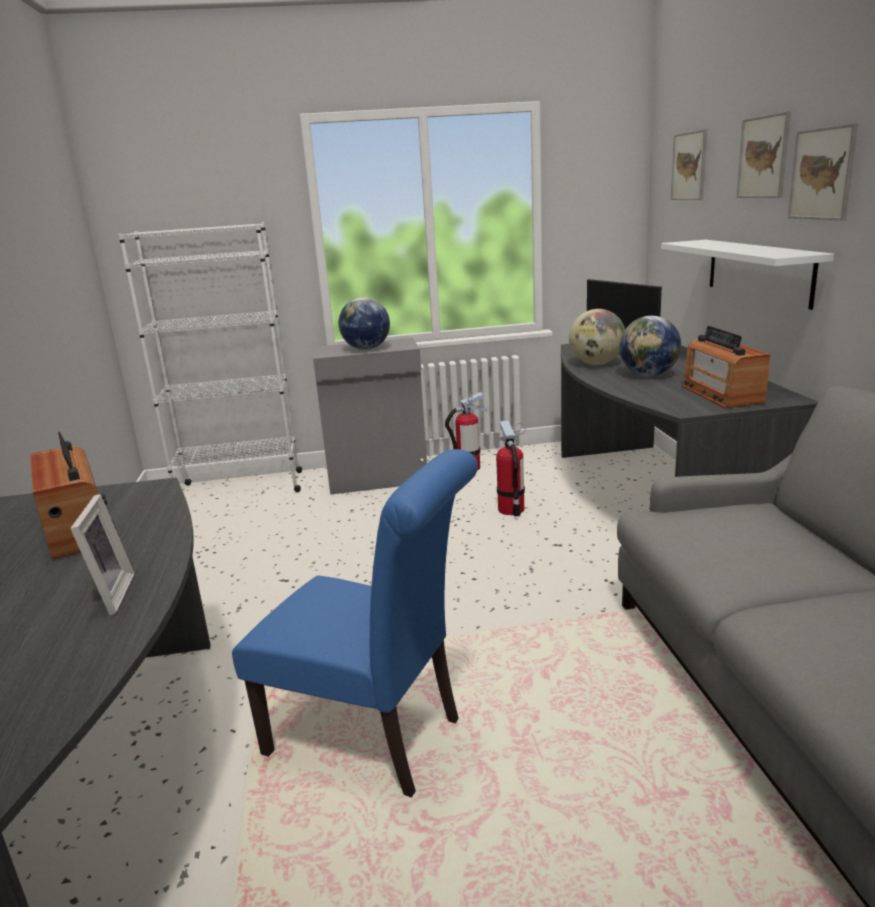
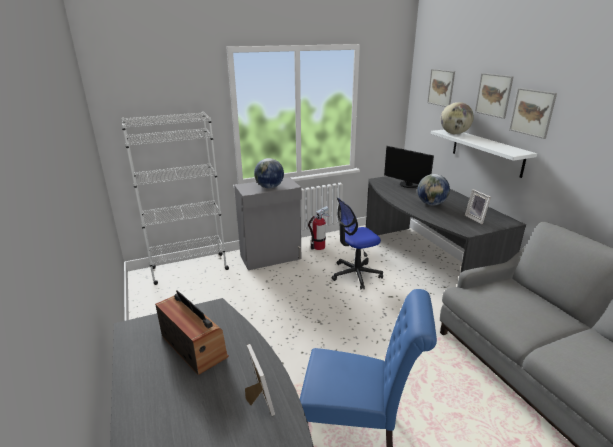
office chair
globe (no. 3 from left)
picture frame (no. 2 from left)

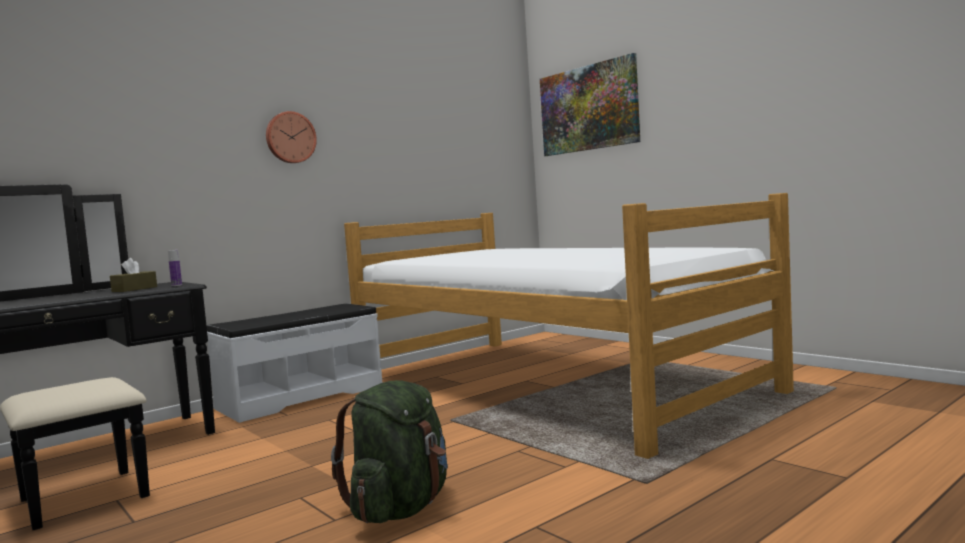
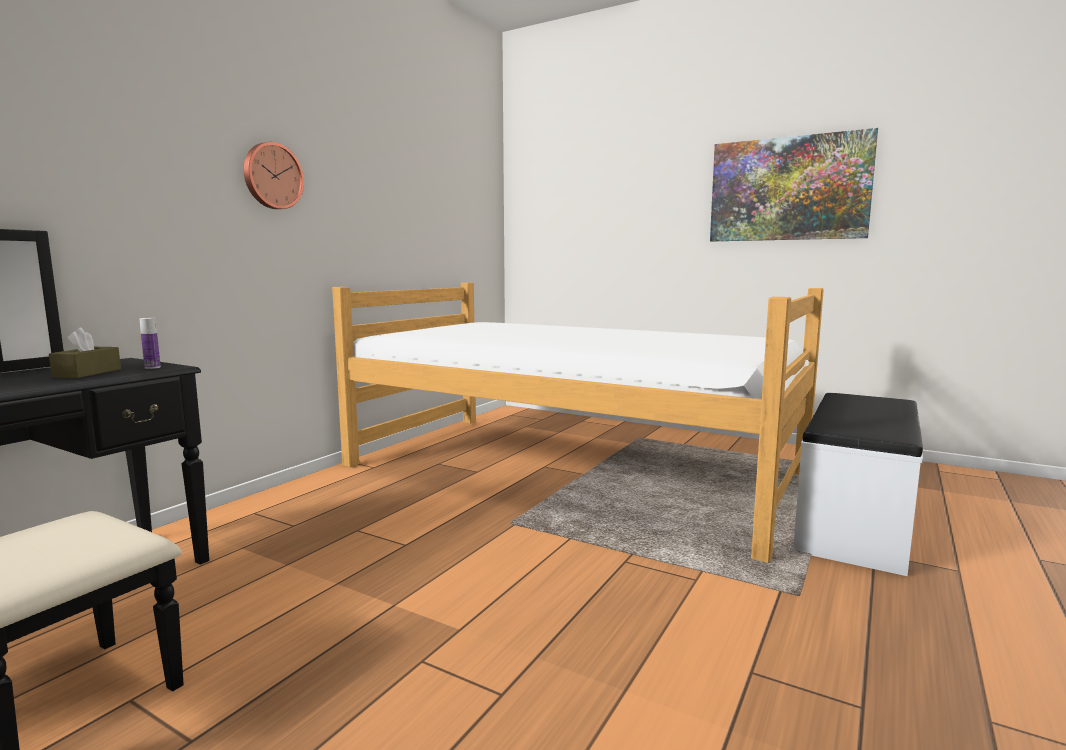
picture
white bench
green backpack

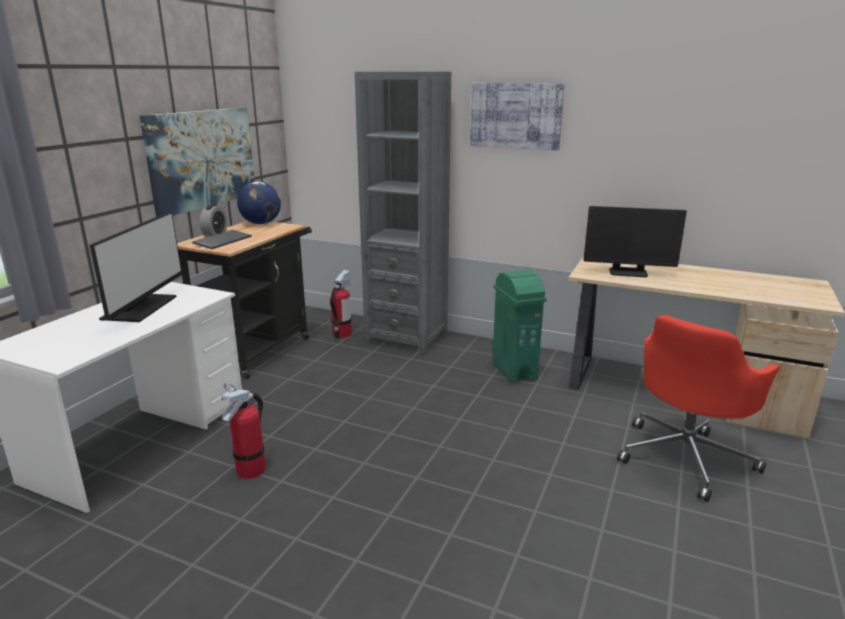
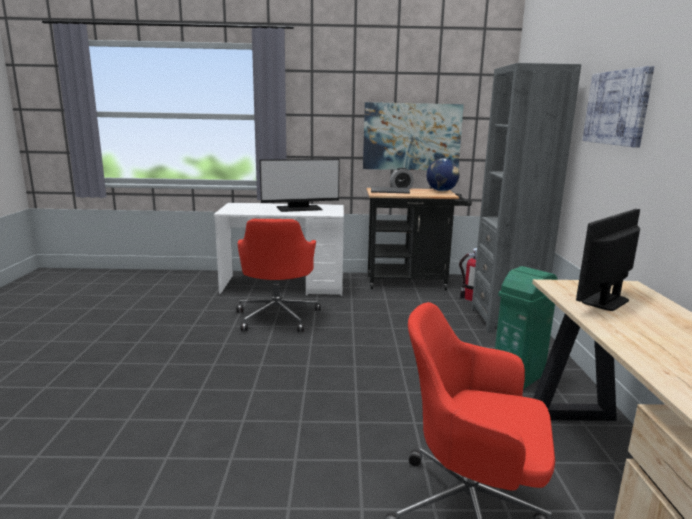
red office chair (no. 1 from left)
monitor (no. 2 from left)

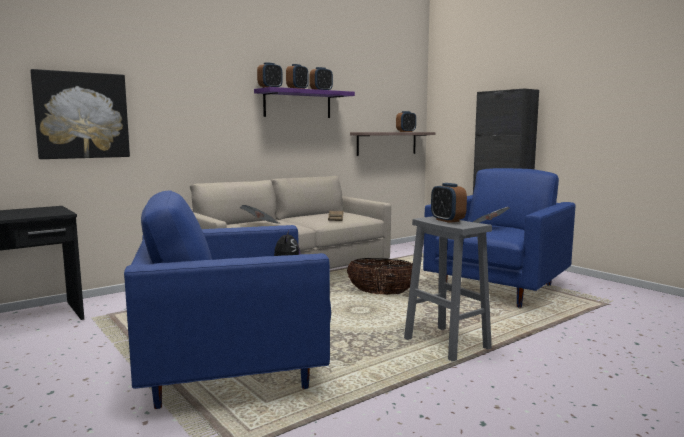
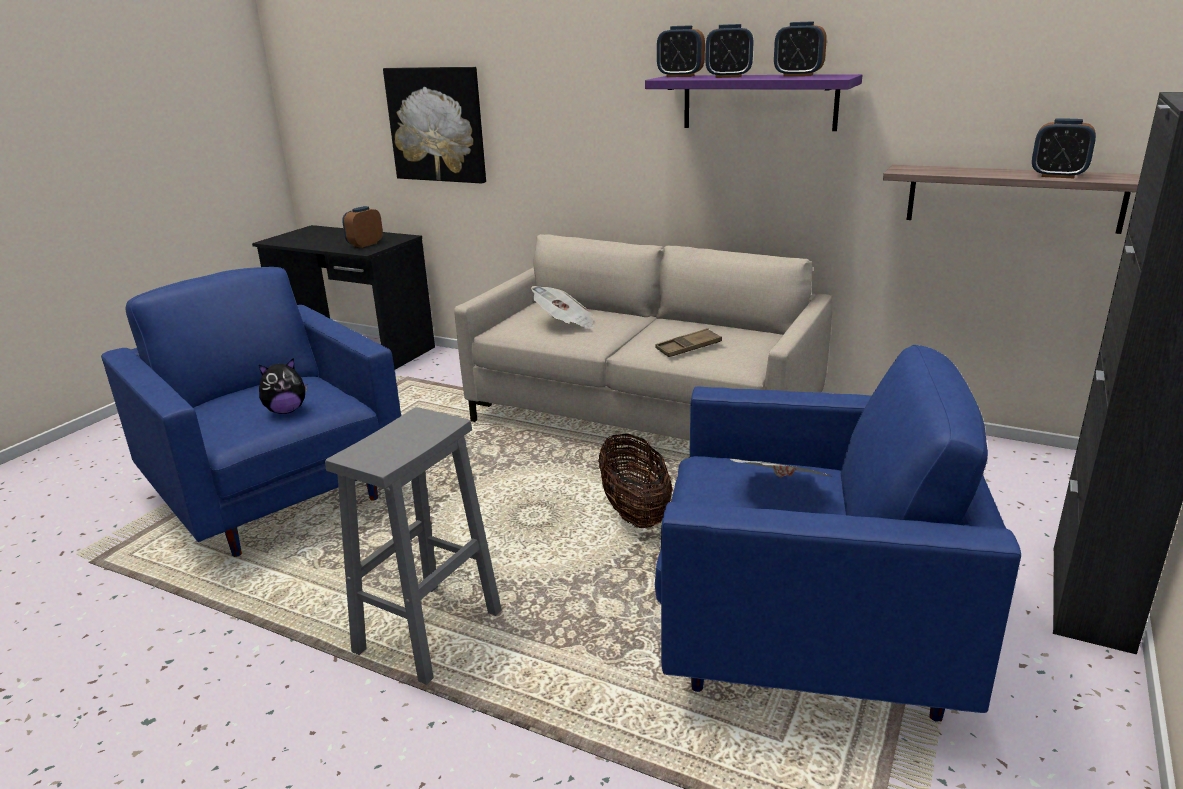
alarm clock (no. 1 from left)

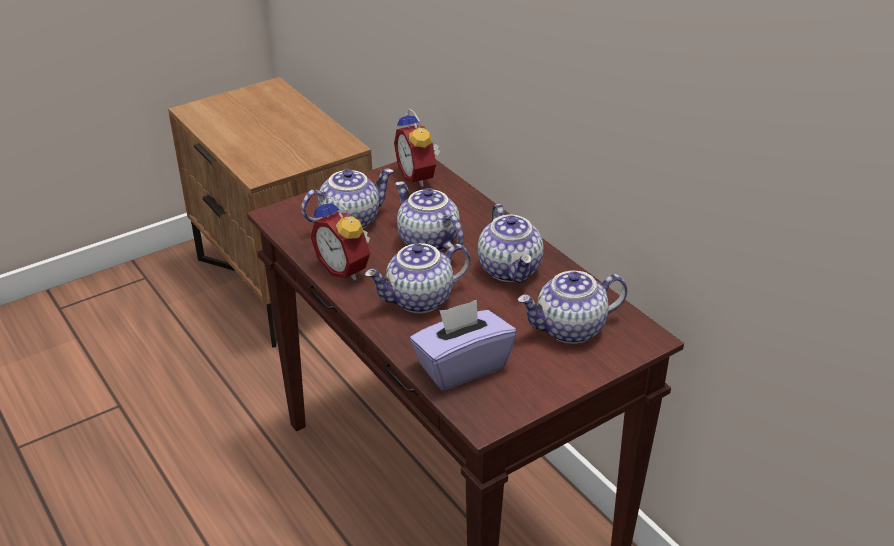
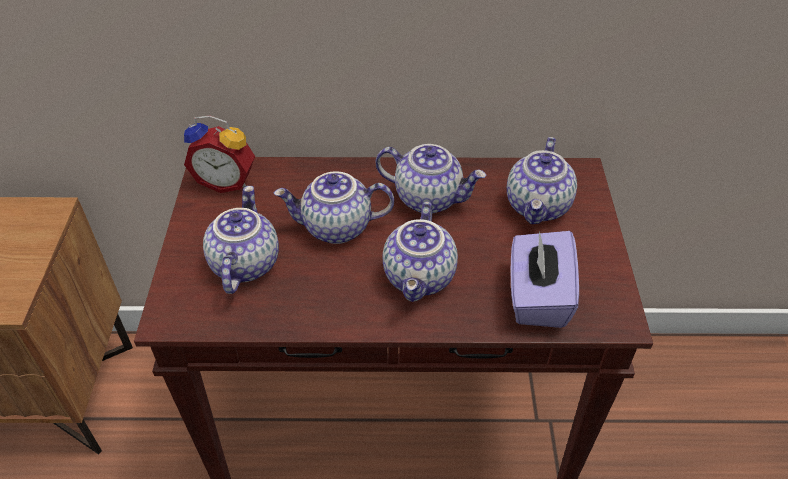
alarm clock (no. 1 from left in the first image)

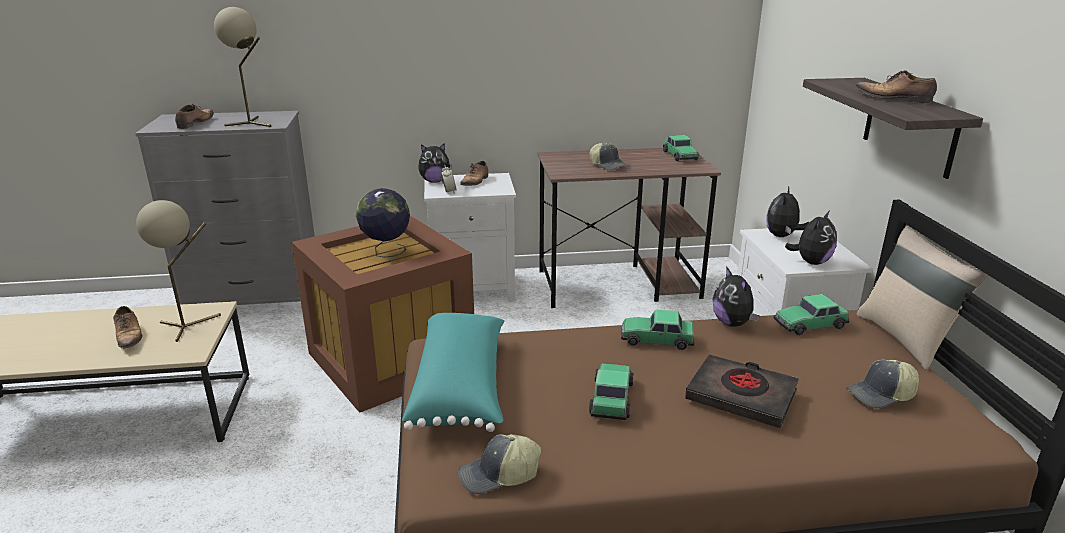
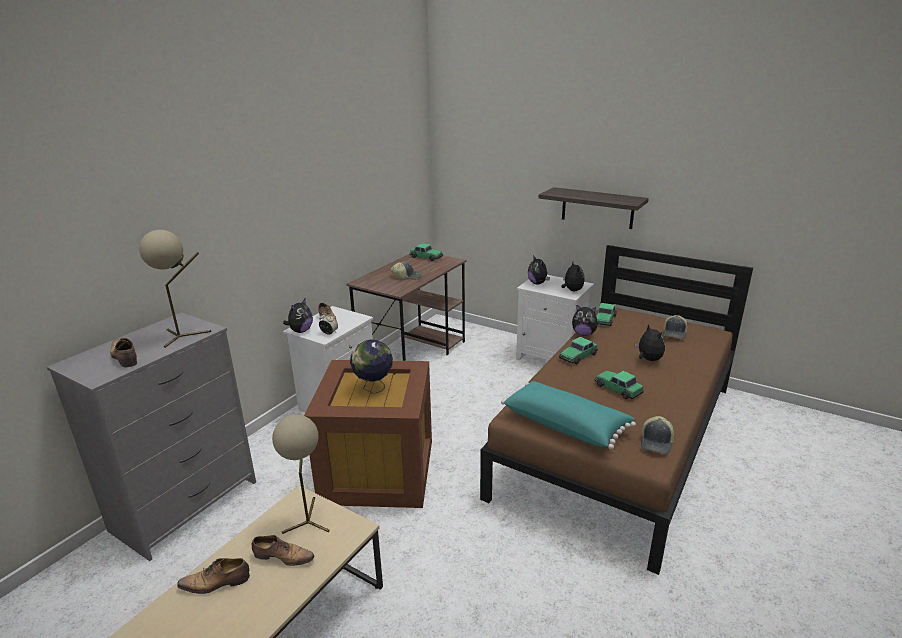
shoe (no. 2 from left)
plush toy (no. 5 from left)
beige pillow

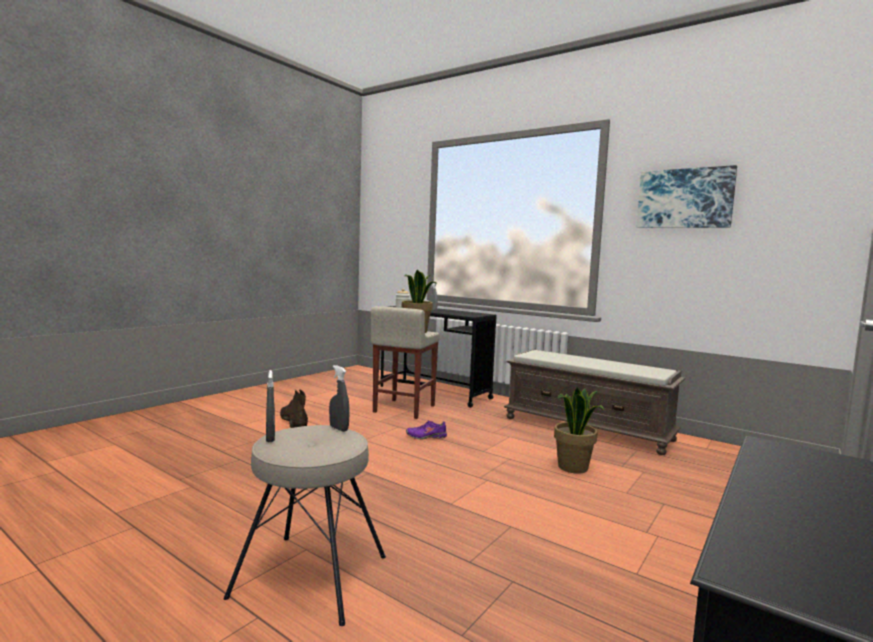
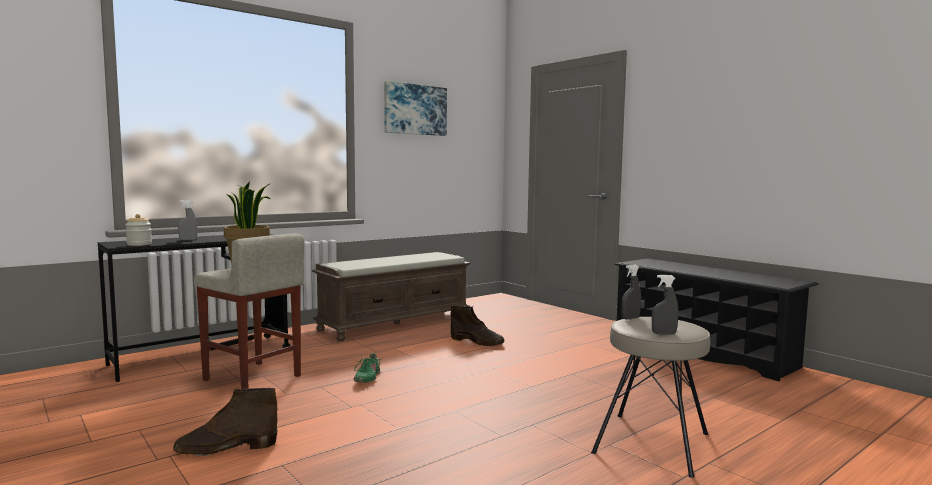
green shoe
brown boot (no. 2 from left)

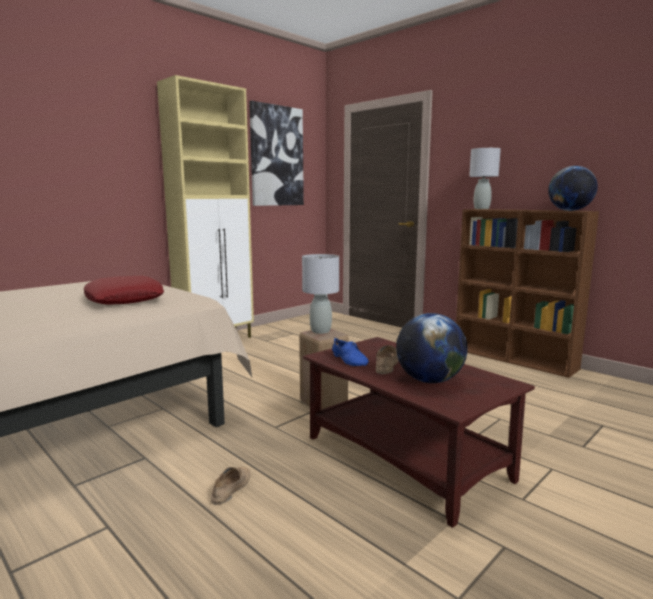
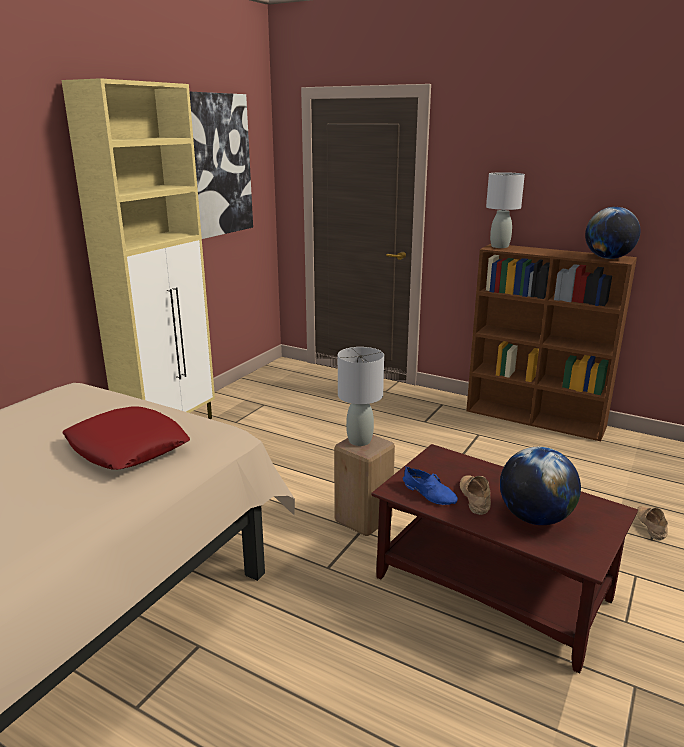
beige shoe (no. 2 from left)

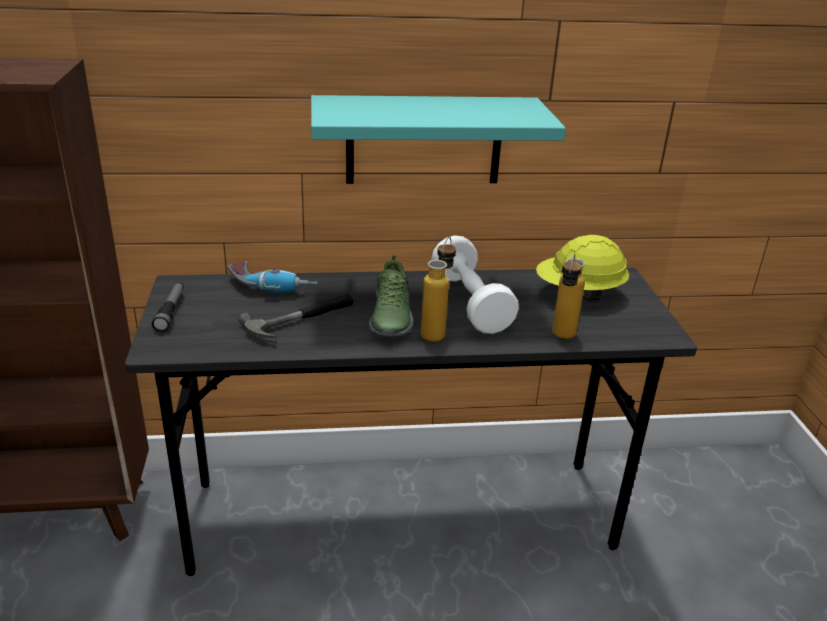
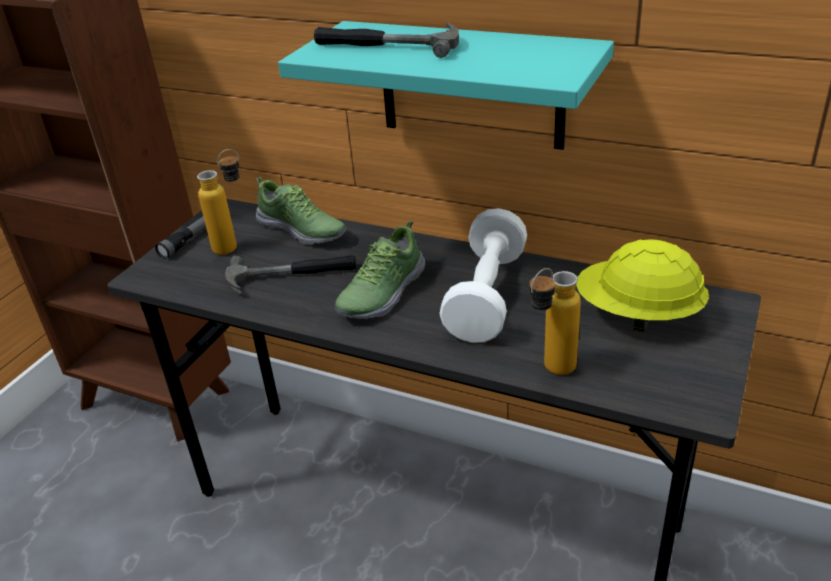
bottle (no. 1 from left)
shoe (no. 1 from left)
hammer (no. 2 from left)

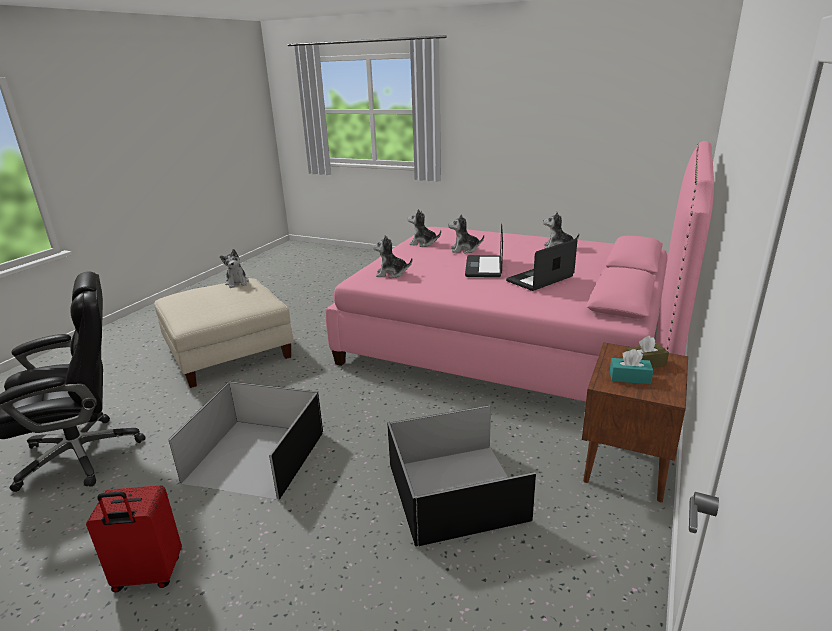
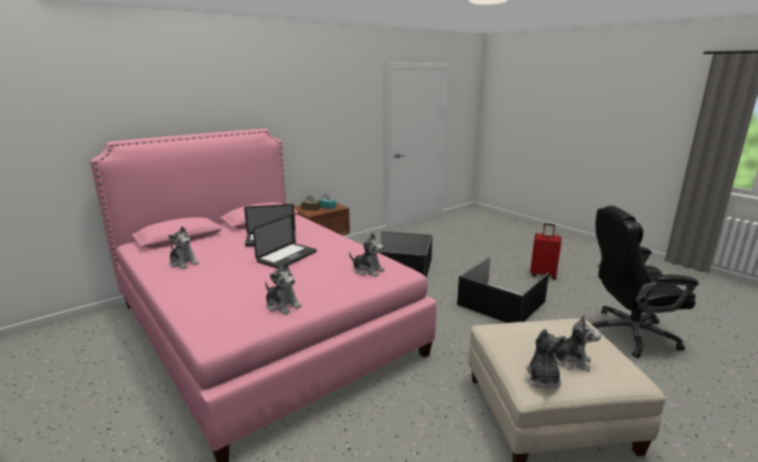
plush toy (no. 5 from left)

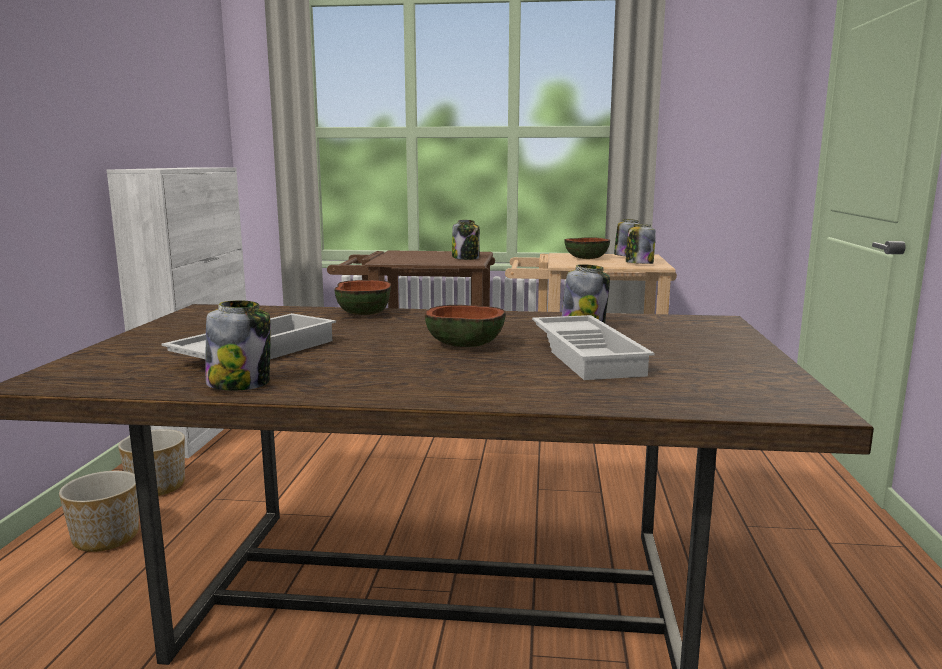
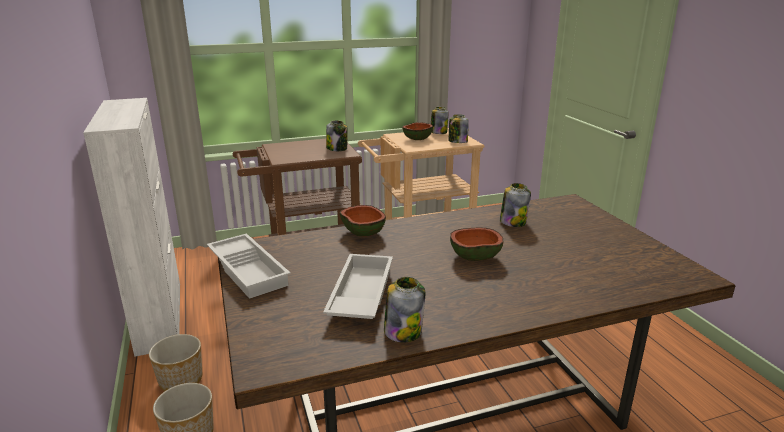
white tray (no. 1 from left)

